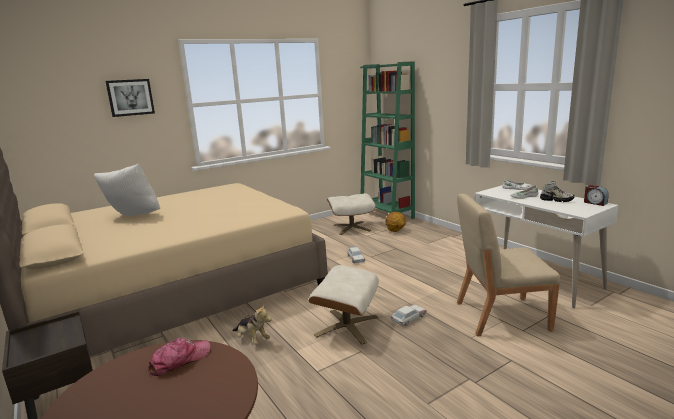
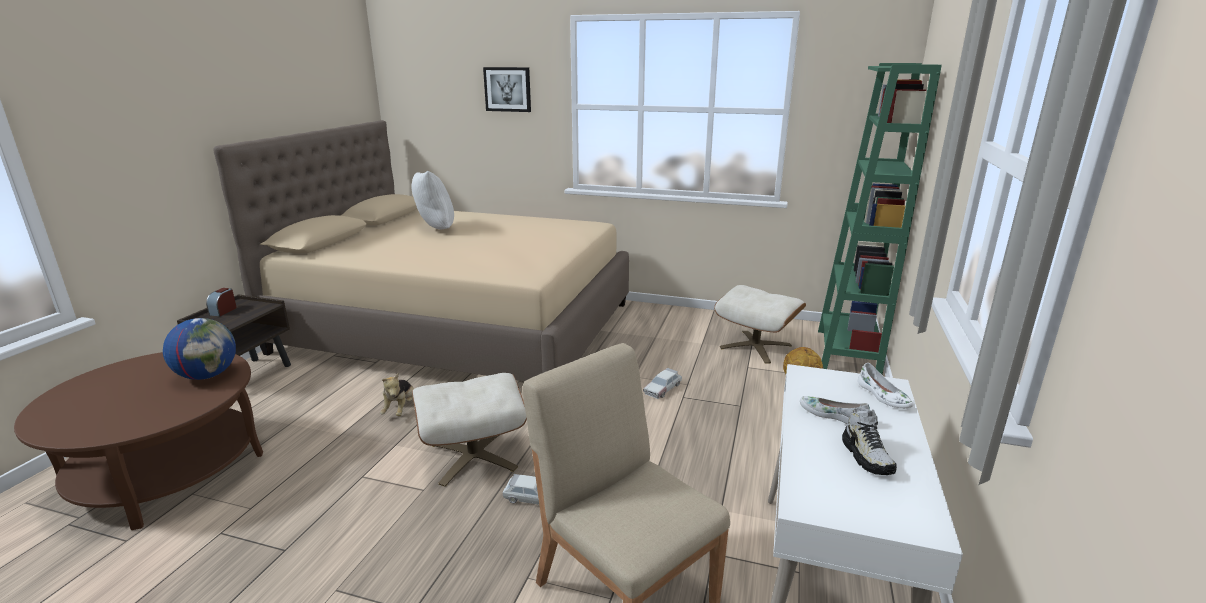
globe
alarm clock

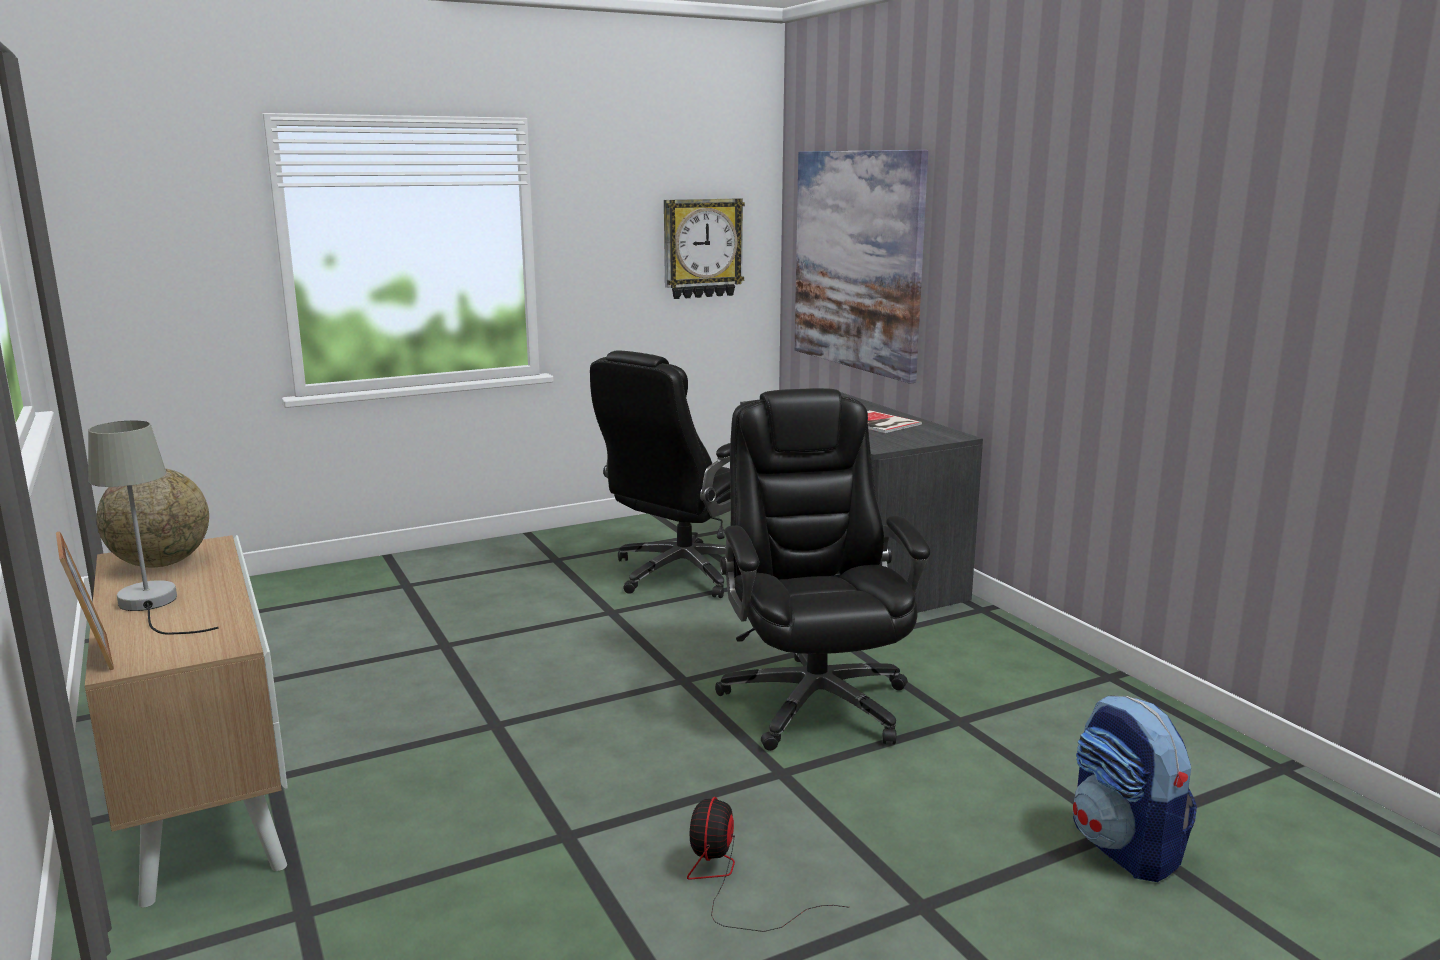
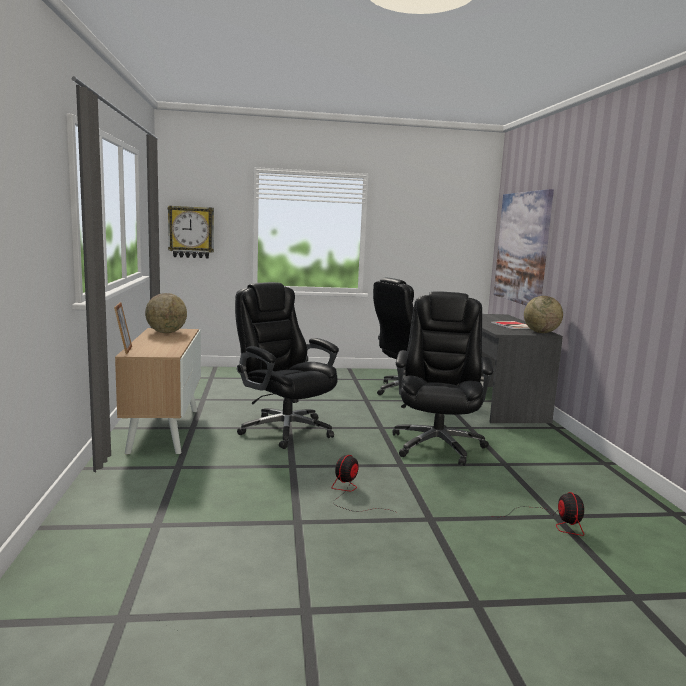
wall clock
black office chair (no. 1 from left)
fan (no. 2 from left)
globe (no. 2 from left)
grey table lamp

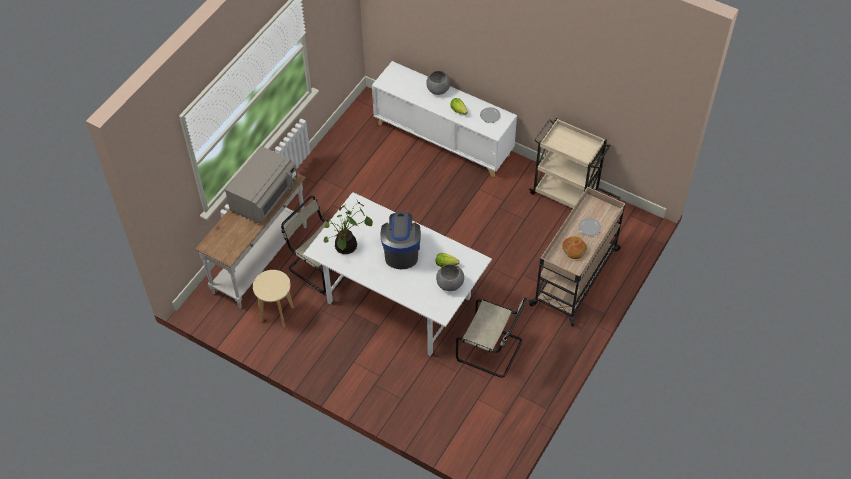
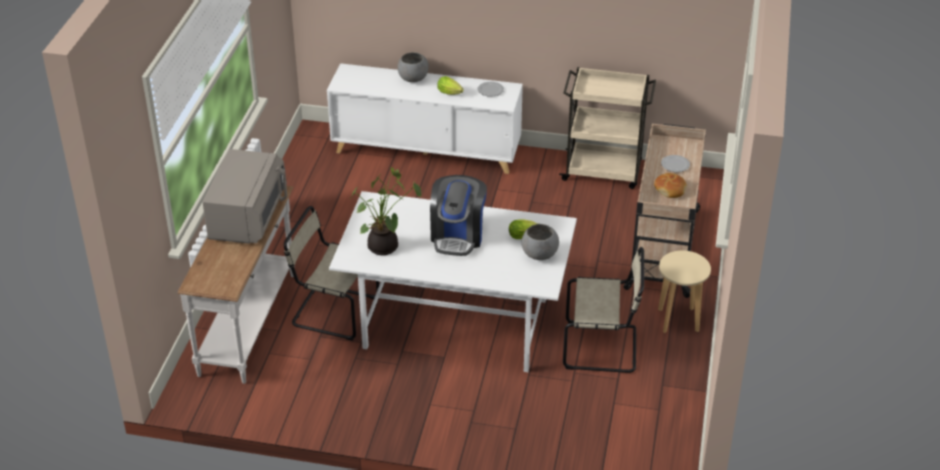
coffee machine
beige stool

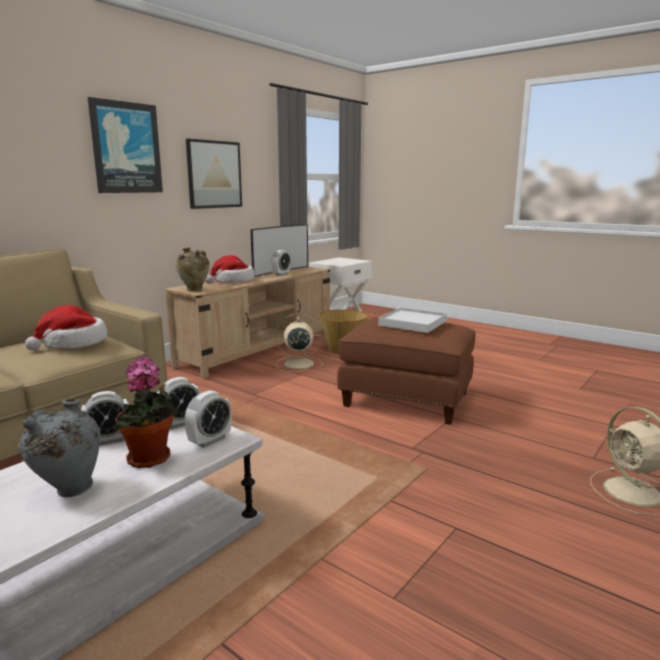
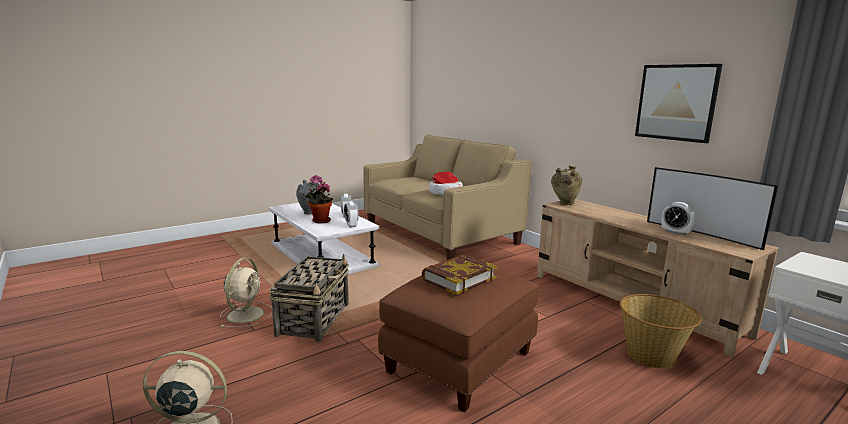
beige fan (no. 2 from left)
basket (no. 1 from left)
book
picture (no. 1 from left in the first image)
alarm clock (no. 3 from left in the first image)
hat (no. 2 from left in the first image)

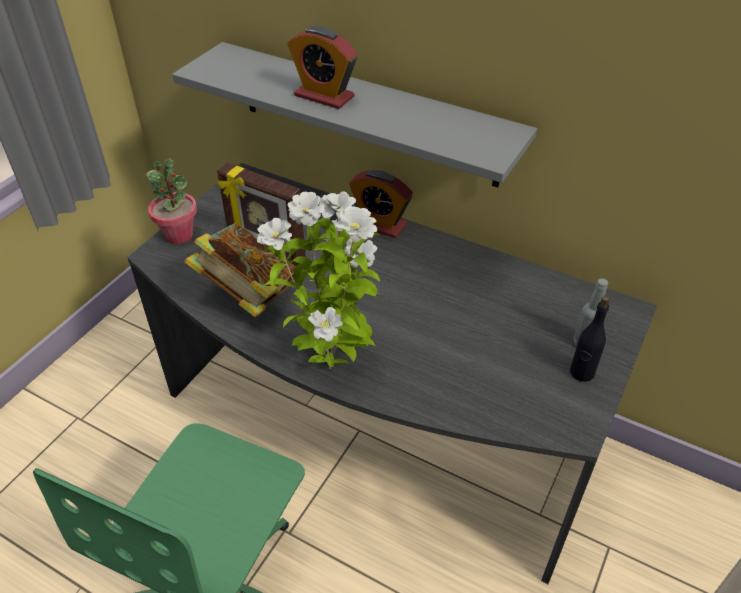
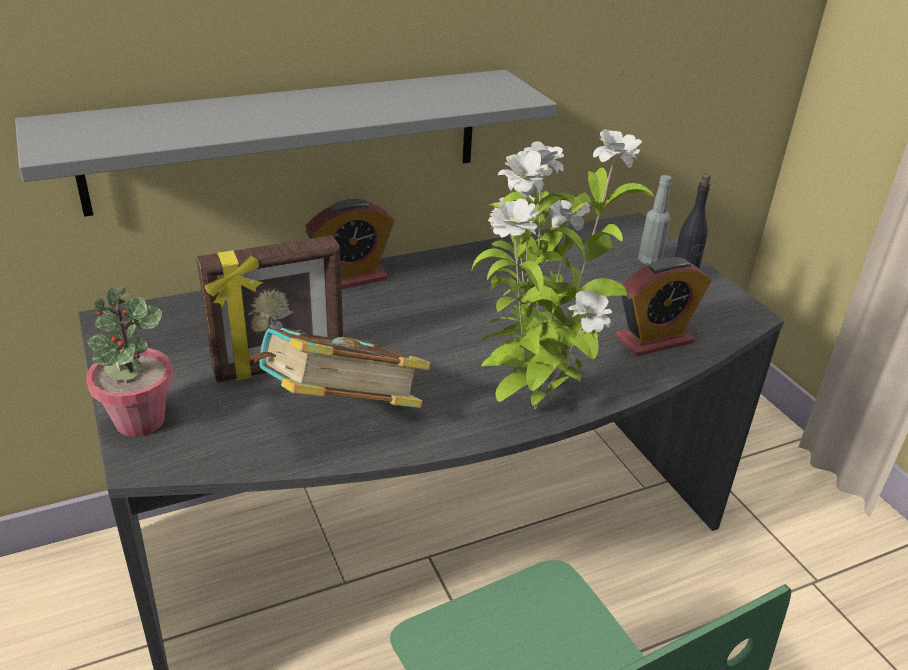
alarm clock (no. 2 from left)

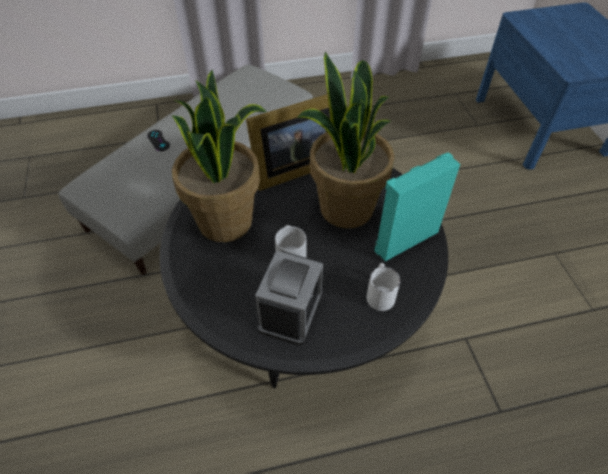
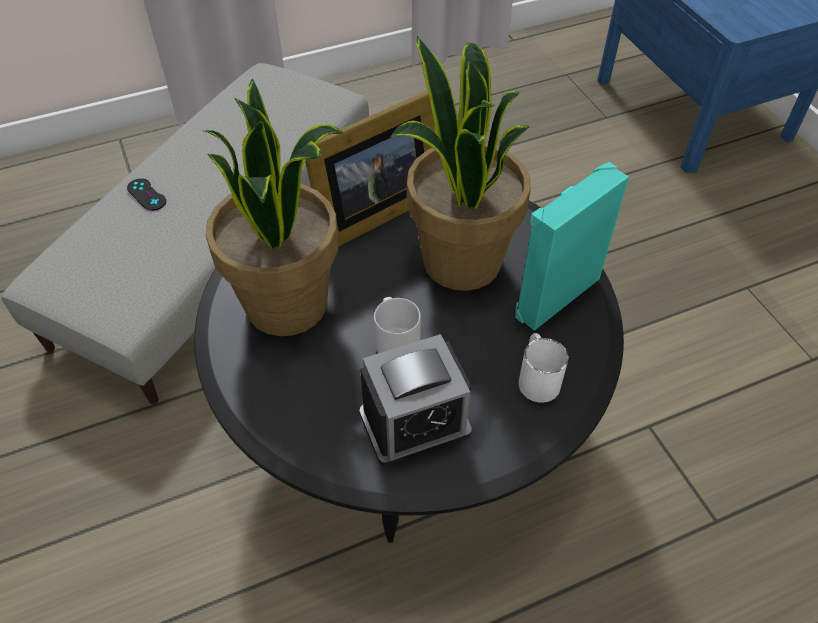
alarm clock

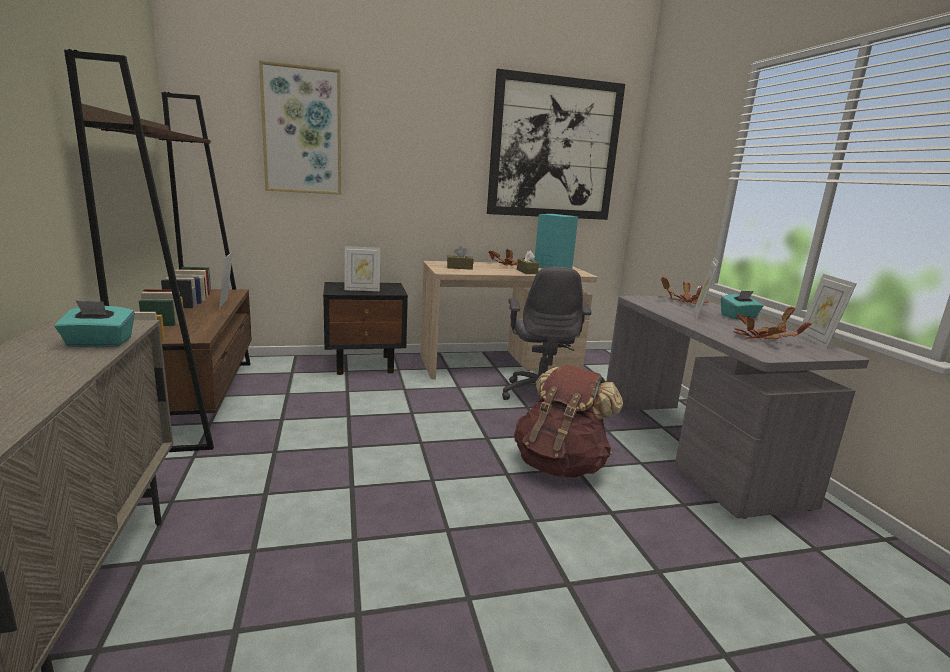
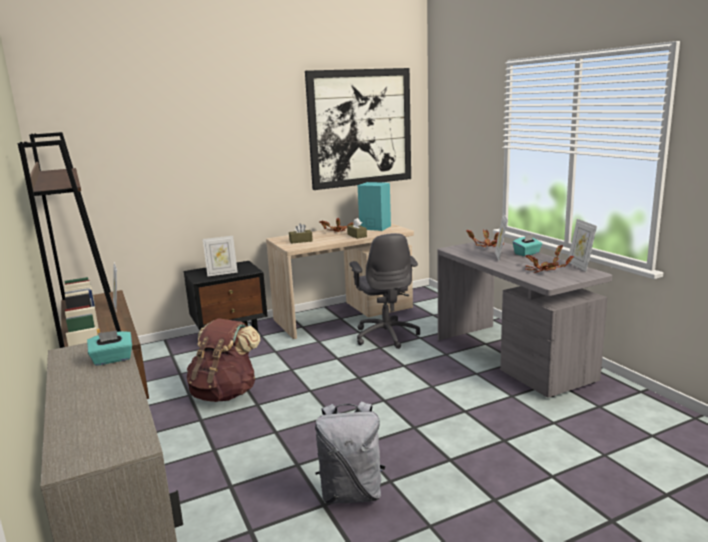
brown backpack
grey backpack
picture (no. 1 from left in the first image)

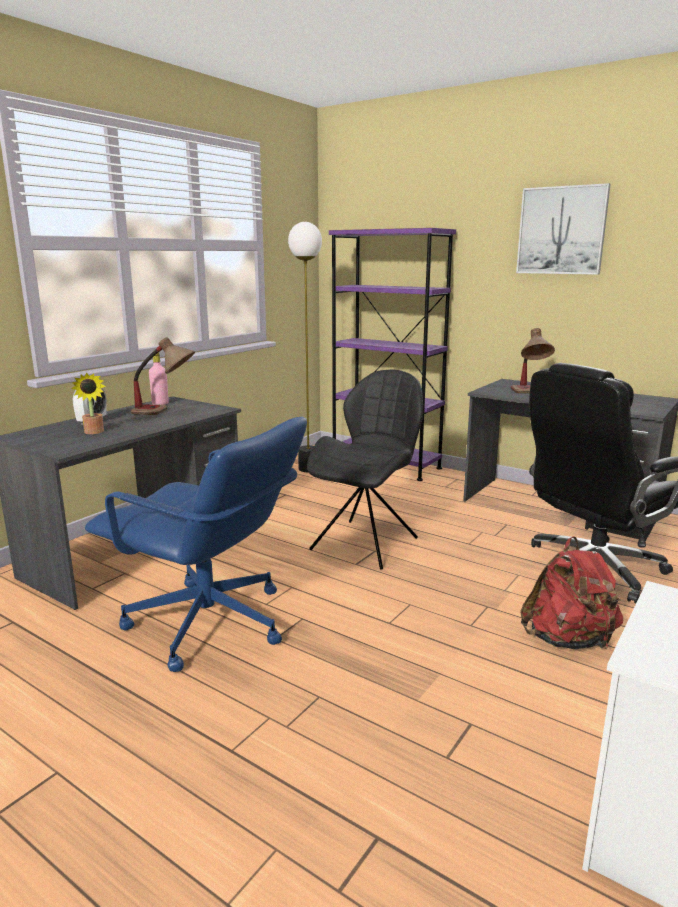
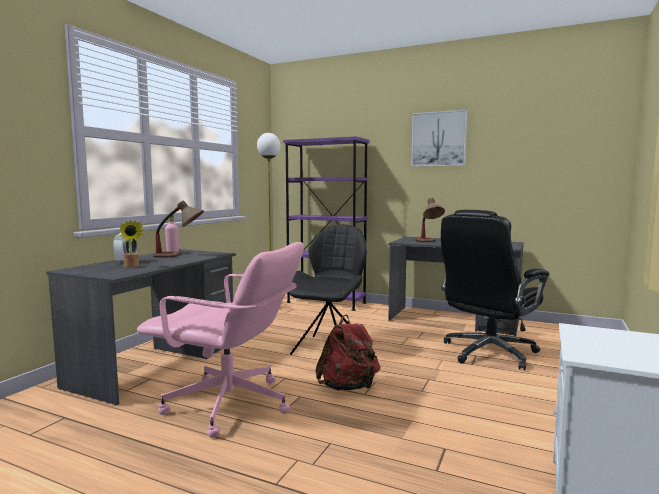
pink office chair
red backpack

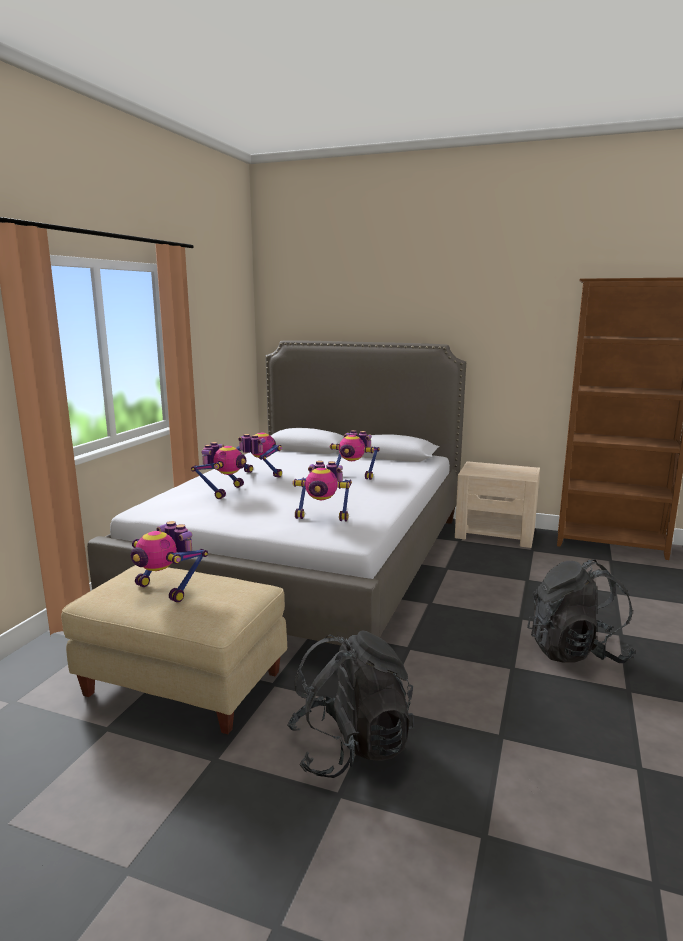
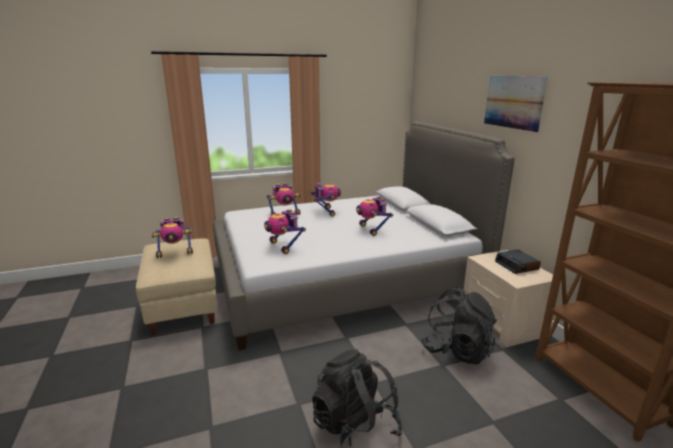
toy robot (no. 1 from left)
black backpack (no. 2 from left)
picture
alarm clock

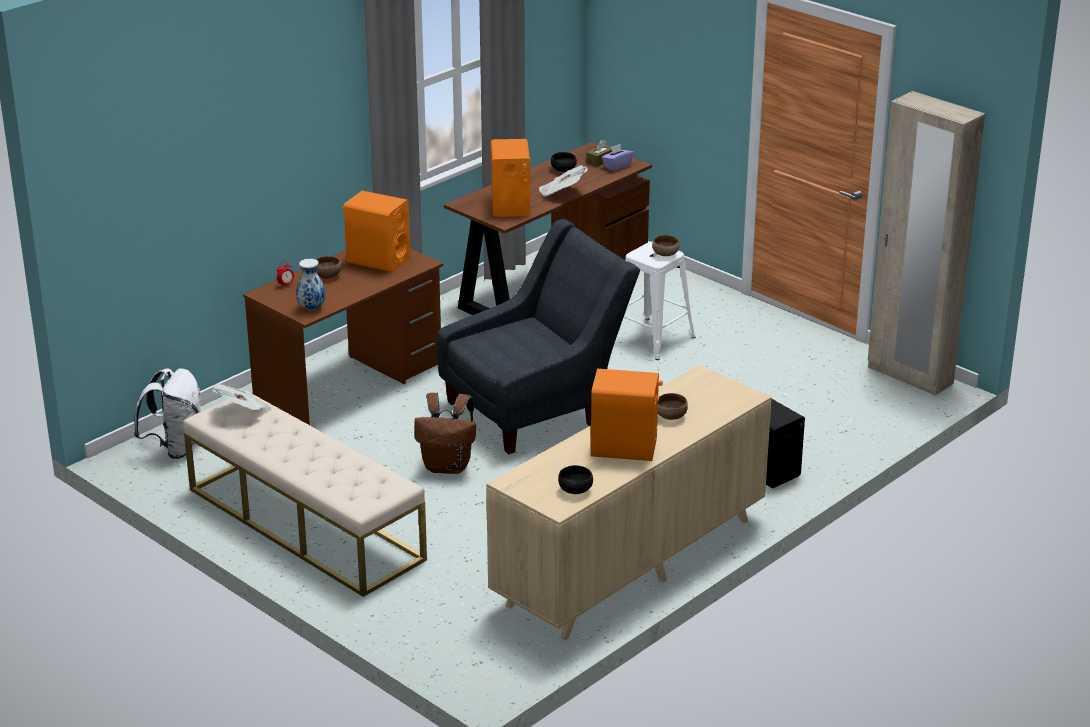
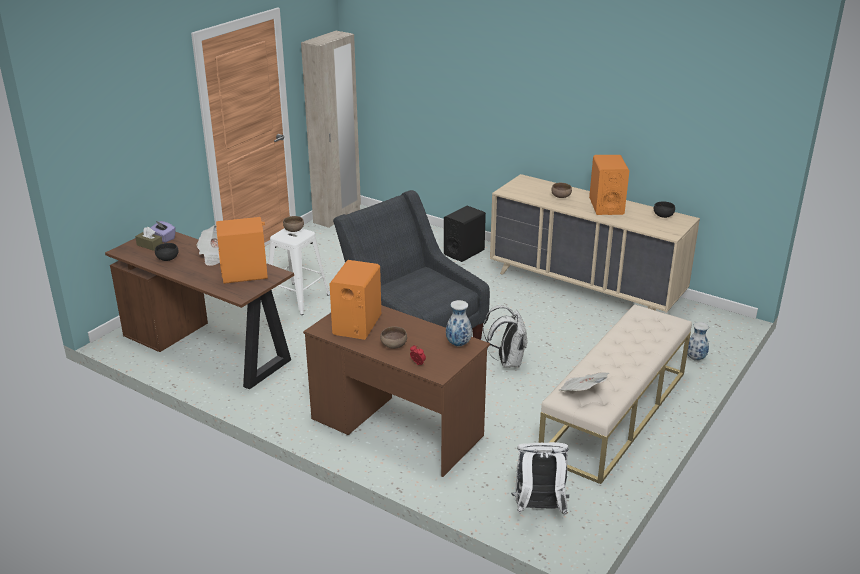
white backpack (no. 1 from left)
vase (no. 2 from left)

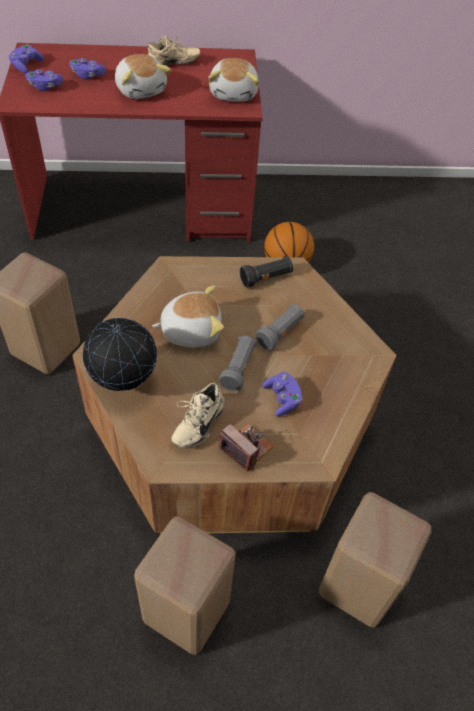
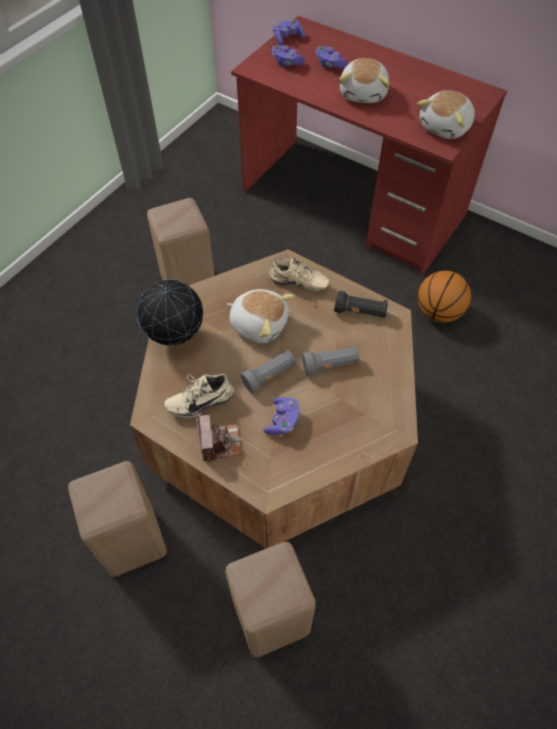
beige shoe (no. 2 from left)

